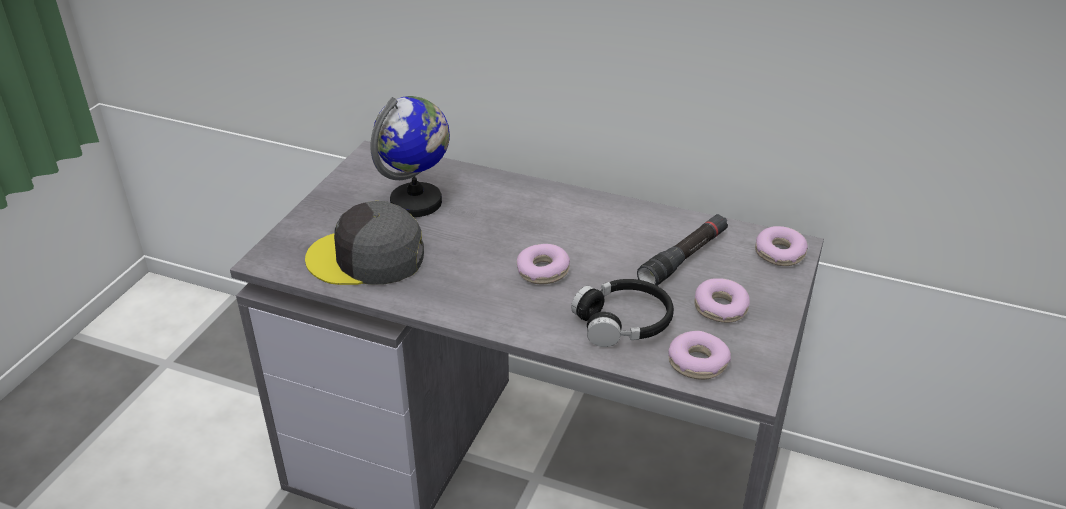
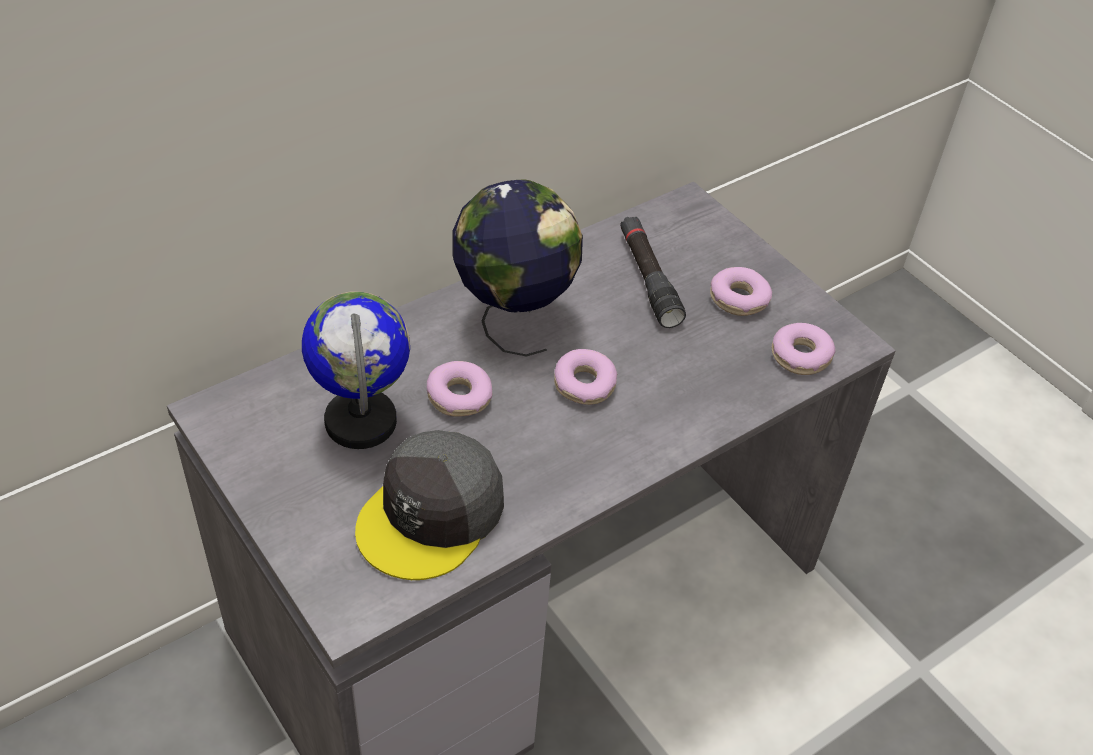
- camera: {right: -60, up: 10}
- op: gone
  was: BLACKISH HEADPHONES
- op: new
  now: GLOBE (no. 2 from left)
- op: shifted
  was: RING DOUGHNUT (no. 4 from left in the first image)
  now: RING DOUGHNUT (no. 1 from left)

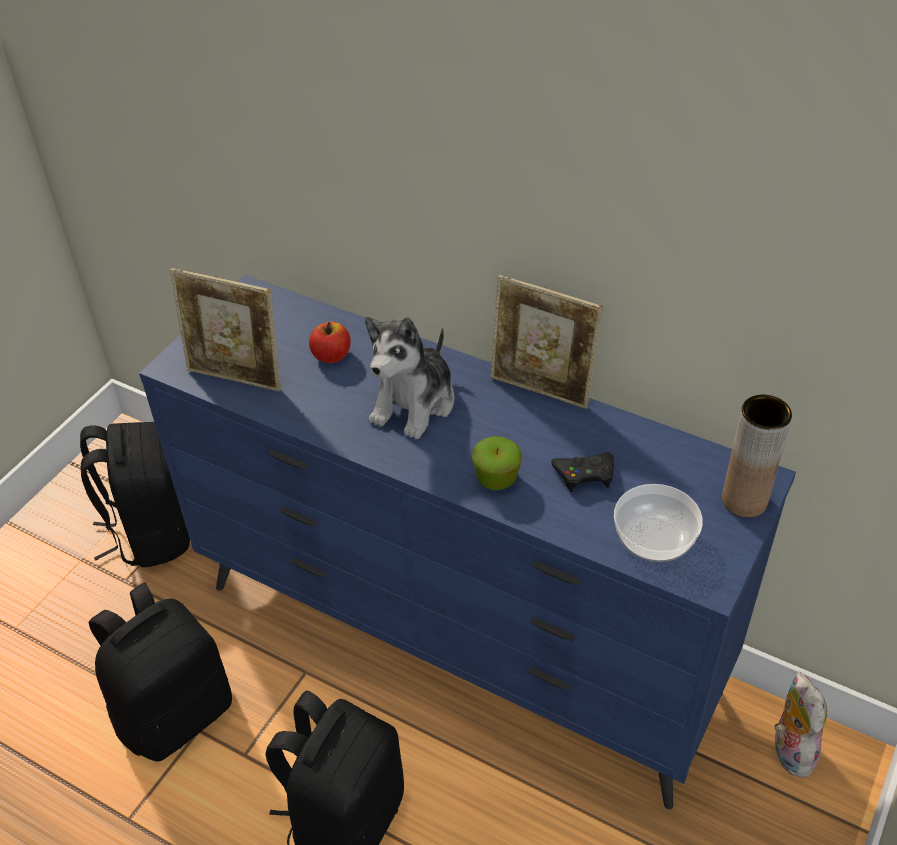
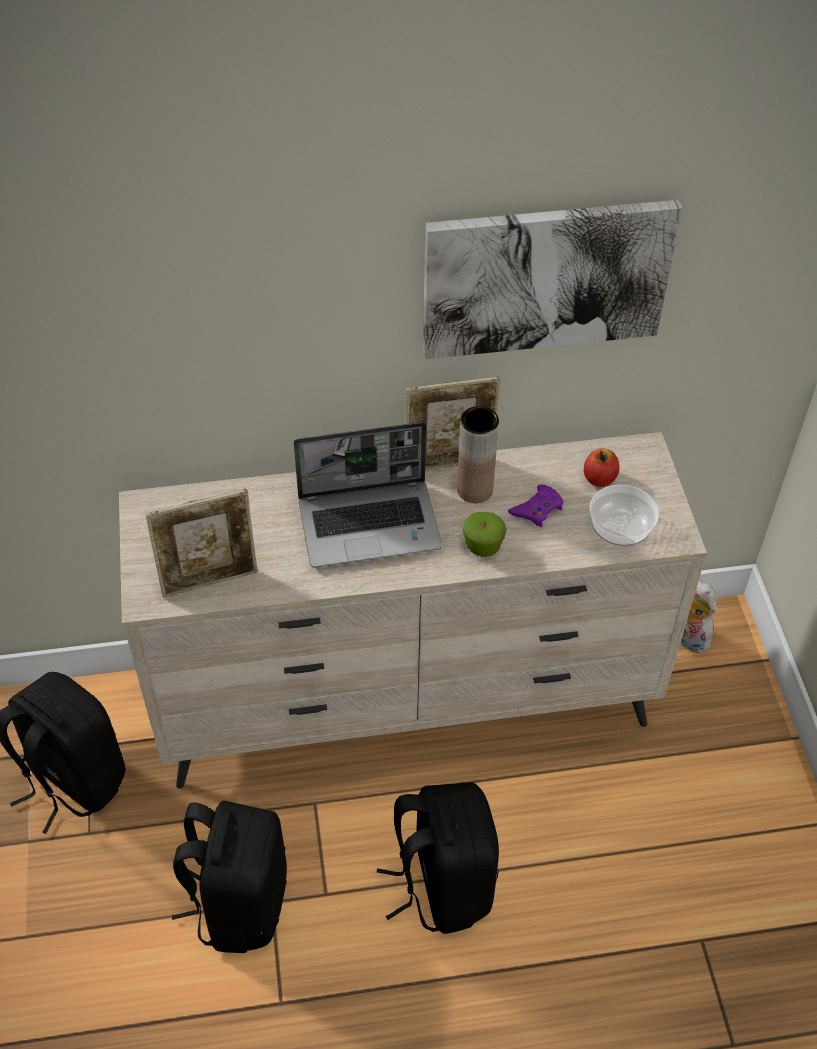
- camera: {right: -40, up: 5}
- op: new
  now: WALL ART
- op: shifted
  was: APPLE FRUIT (no. 1 from left in the first image)
  now: APPLE FRUIT (no. 2 from left)
- op: shifted
  was: BROWN-COLOURED VASE
- op: swapped
  was: PLUSH TOY (no. 1 from left)
  now: NOTEBOOK COMPUTER
- op: repainted
  was: BLUISH DRESSER
  now: BEIGE-COLOURED DRESSER
- op: repainted
  was: BLACKISH GAMEPAD
  now: PURPLISH GAMEPAD

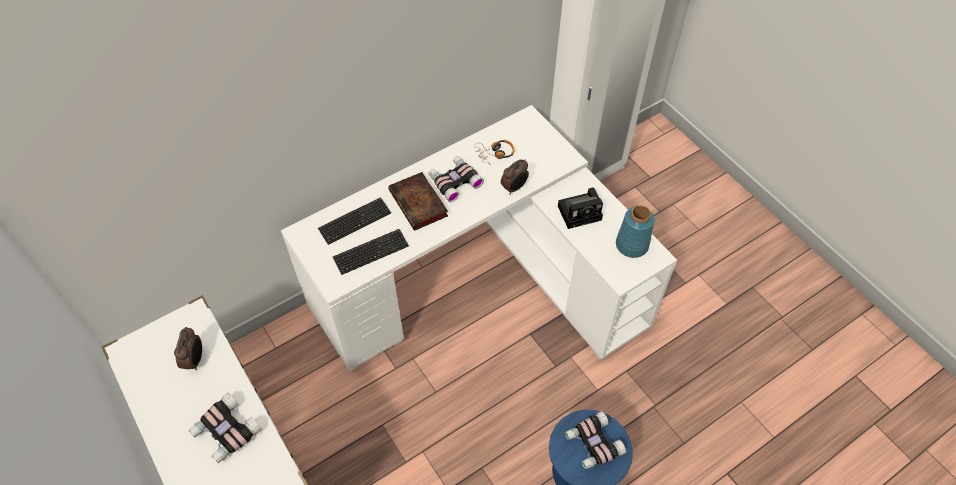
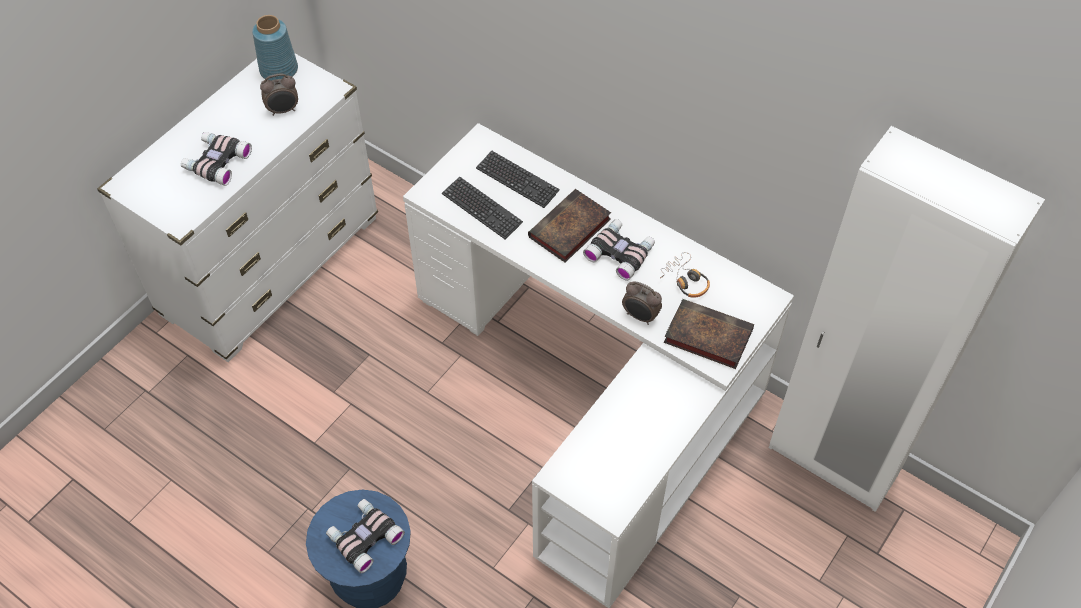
- camera: {right: 70, up: 0}
- op: gone
  was: STILL CAMERA
- op: new
  now: BOUND BOOK (no. 2 from left)
- op: shifted
  was: BLUISH VASE

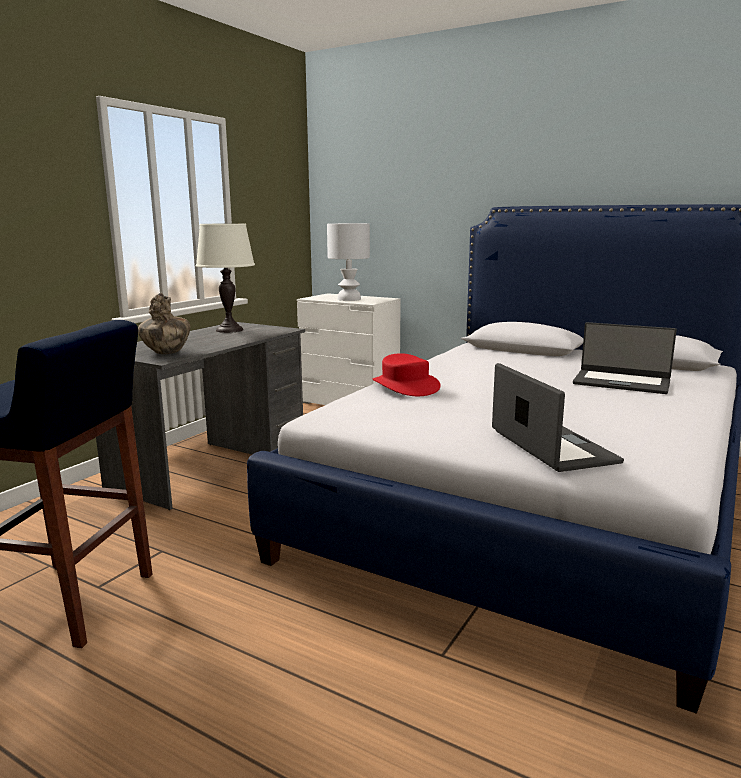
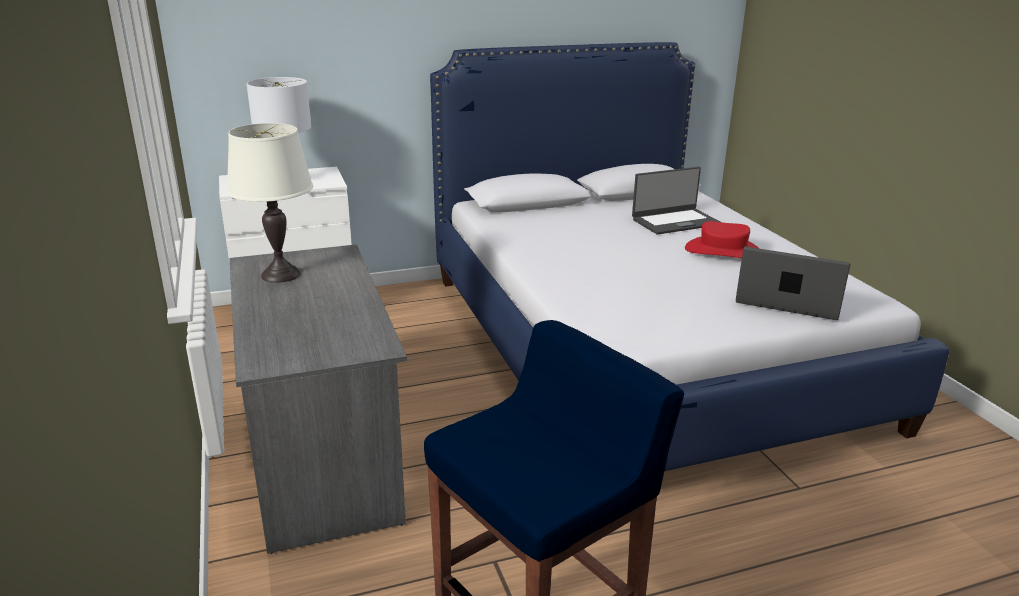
- camera: {right: -50, up: 10}
- op: gone
  was: VASE
- op: shifted
  was: RED-COLOURED HAT

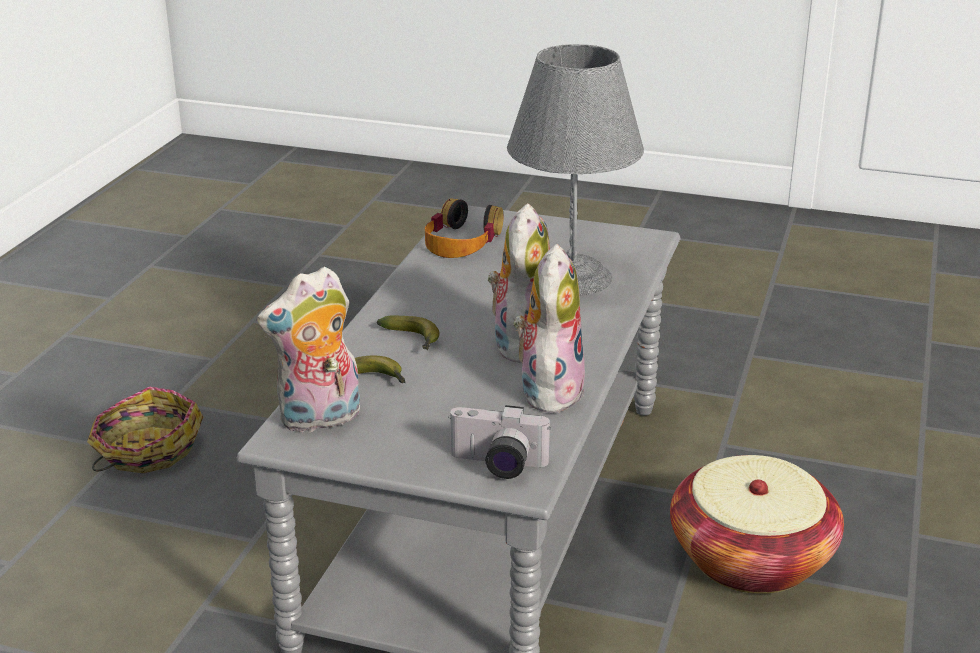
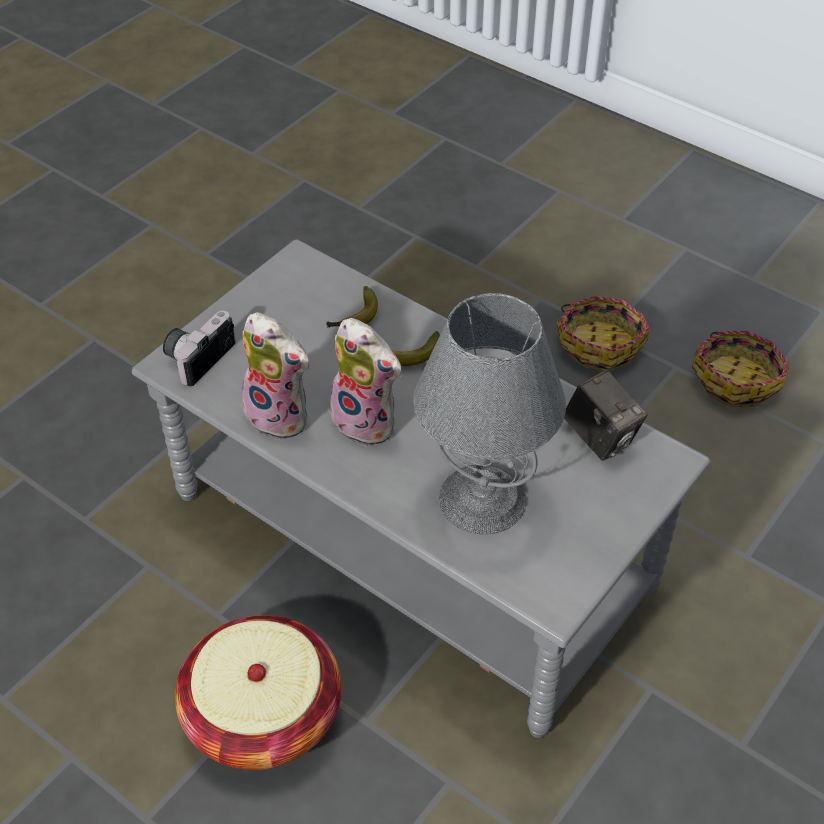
- camera: {right: 110, up: 20}
- op: gone
  was: PLUSH TOY (no. 1 from left)
- op: new
  now: STORAGE BASKET (no. 3 from left)
- op: swapped
  was: HEADPHONES
  now: STILL CAMERA (no. 2 from left)

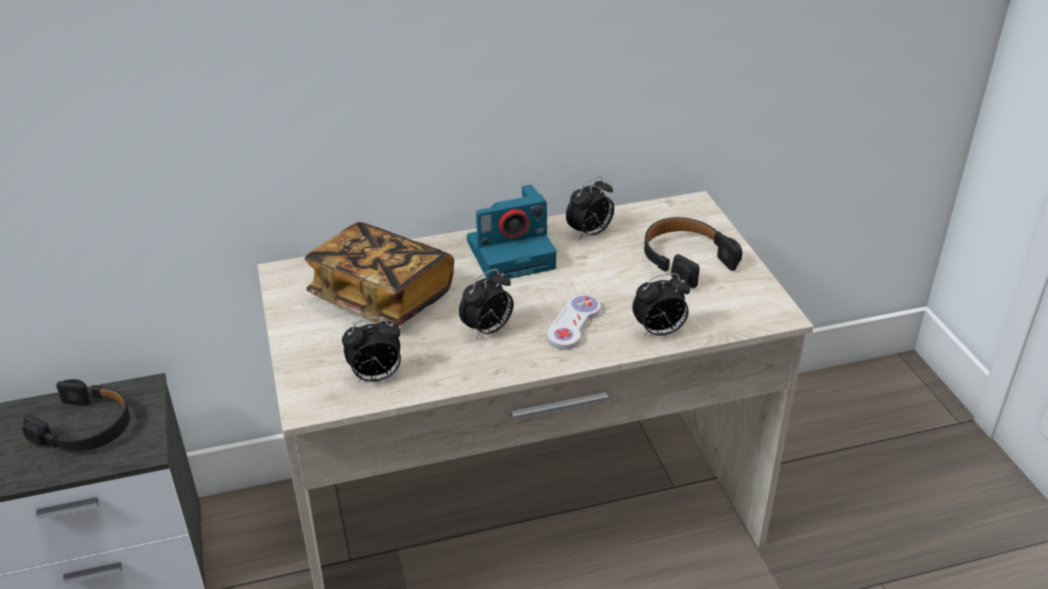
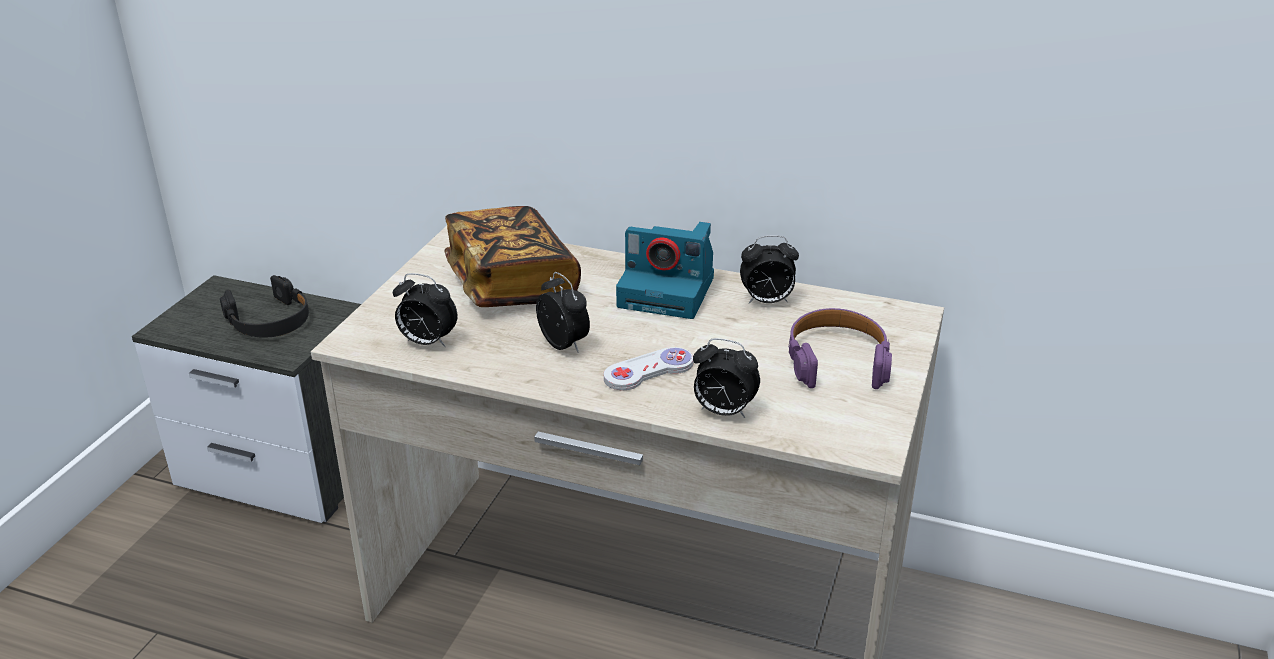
- camera: {right: 35, up: -5}
- op: repainted
  was: BLACKISH HEADPHONES (no. 2 from left)
  now: PURPLISH HEADPHONES
- op: rotated
  was: TABLE CLOCK (no. 2 from left)
  clockwise: -120

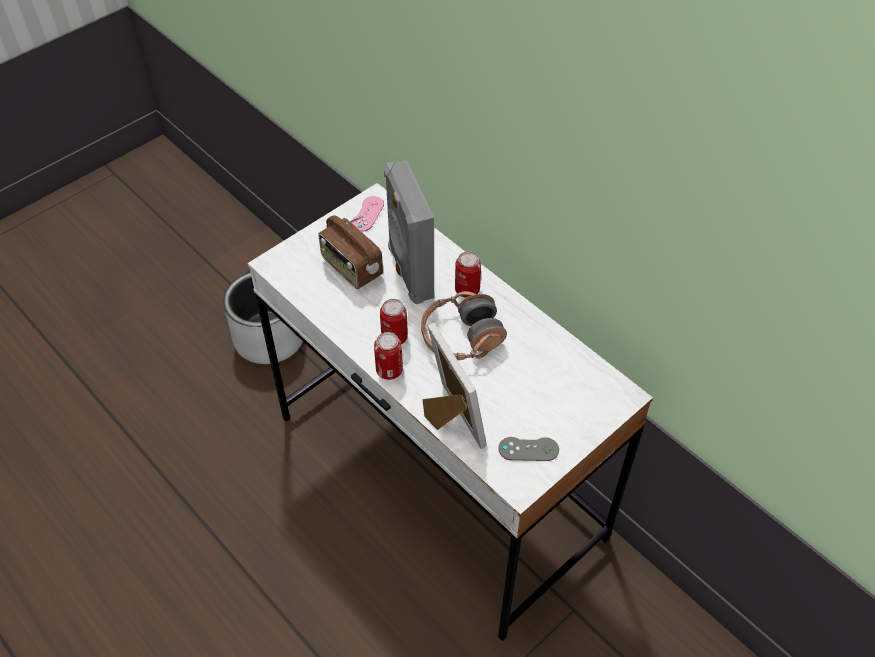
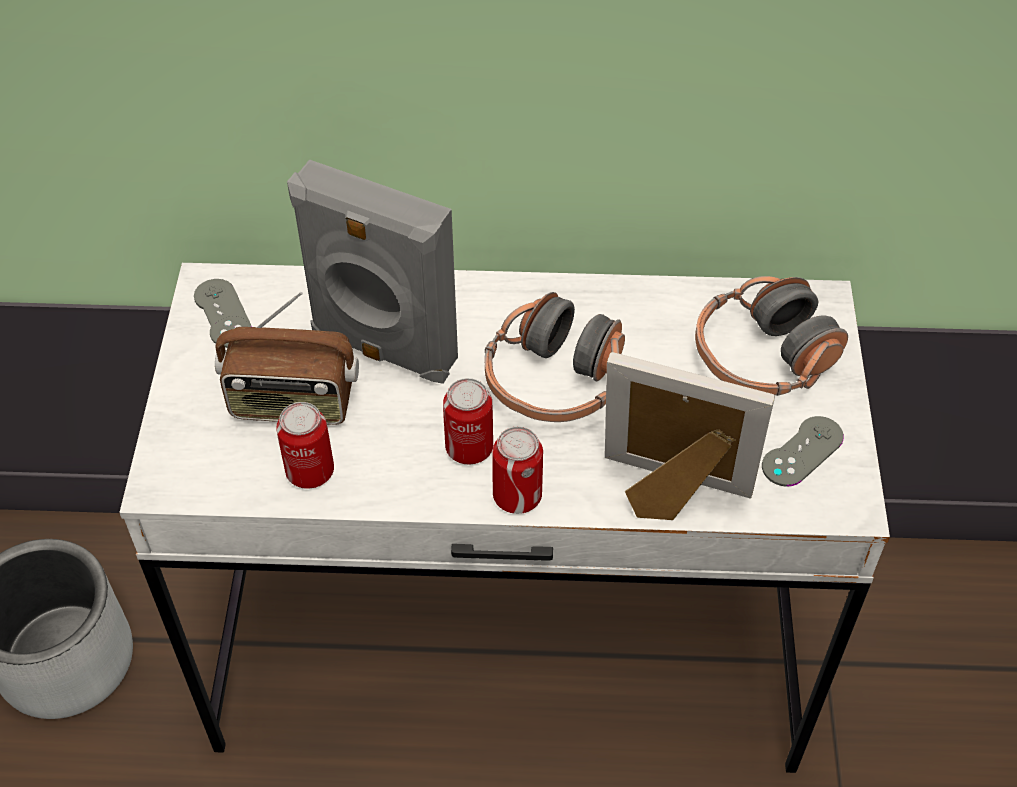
- camera: {right: -45, up: 0}
- op: new
  now: HEADPHONES (no. 2 from left)
- op: shifted
  was: CAN (no. 3 from left in the first image)
  now: CAN (no. 1 from left)
- op: repainted
  was: PINK GAMEPAD
  now: GRAY GAMEPAD (no. 1 from left)

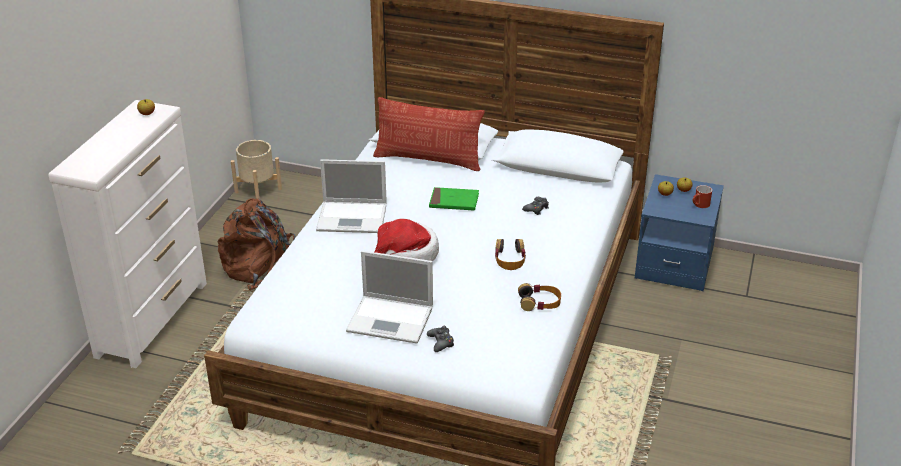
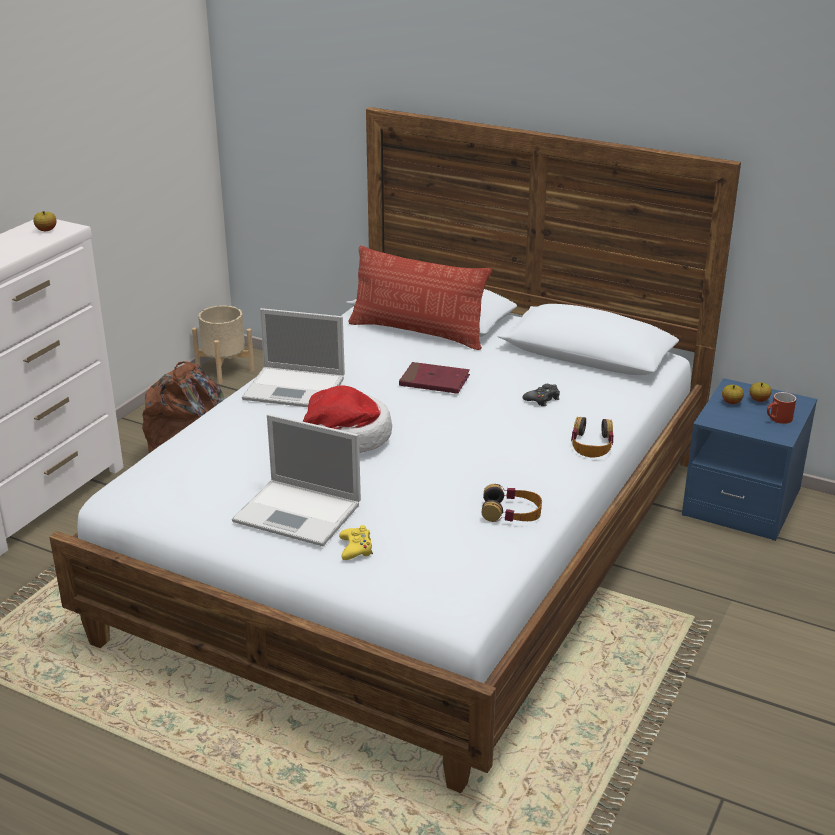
- camera: {right: 10, up: -5}
- op: shifted
  was: HEADPHONES (no. 1 from left in the first image)
  now: HEADPHONES (no. 2 from left)
- op: repainted
  was: BLACKISH GAMEPAD (no. 1 from left)
  now: YELLOW-COLOURED GAMEPAD
- op: repainted
  was: GREENISH BOUND BOOK
  now: RED-COLOURED BOUND BOOK

